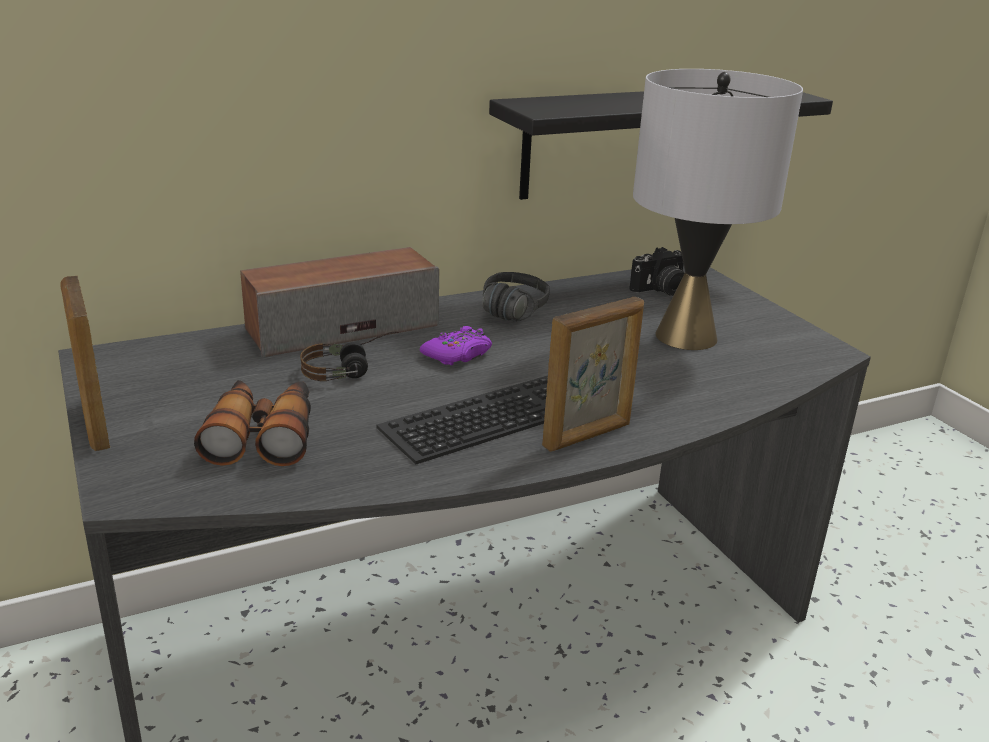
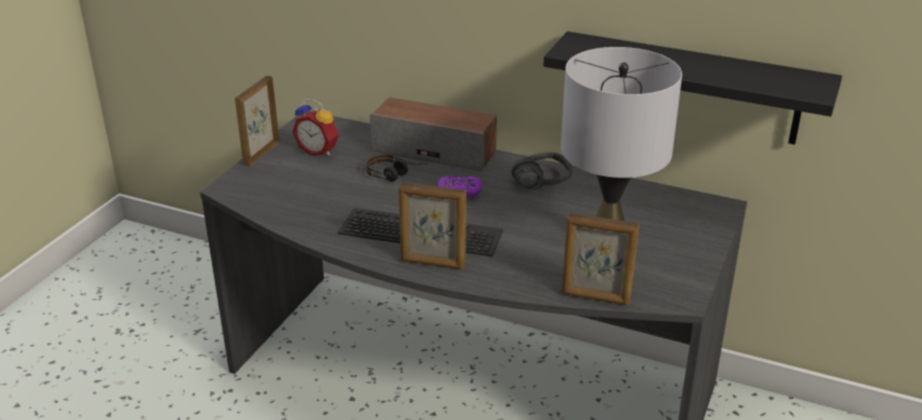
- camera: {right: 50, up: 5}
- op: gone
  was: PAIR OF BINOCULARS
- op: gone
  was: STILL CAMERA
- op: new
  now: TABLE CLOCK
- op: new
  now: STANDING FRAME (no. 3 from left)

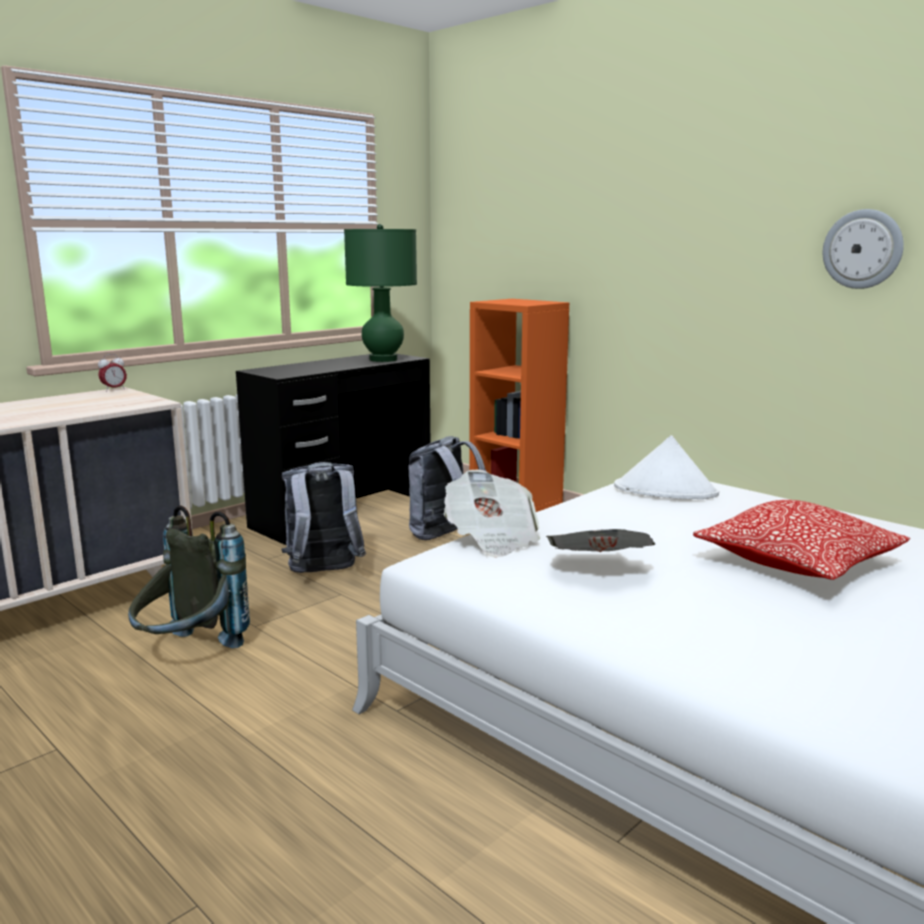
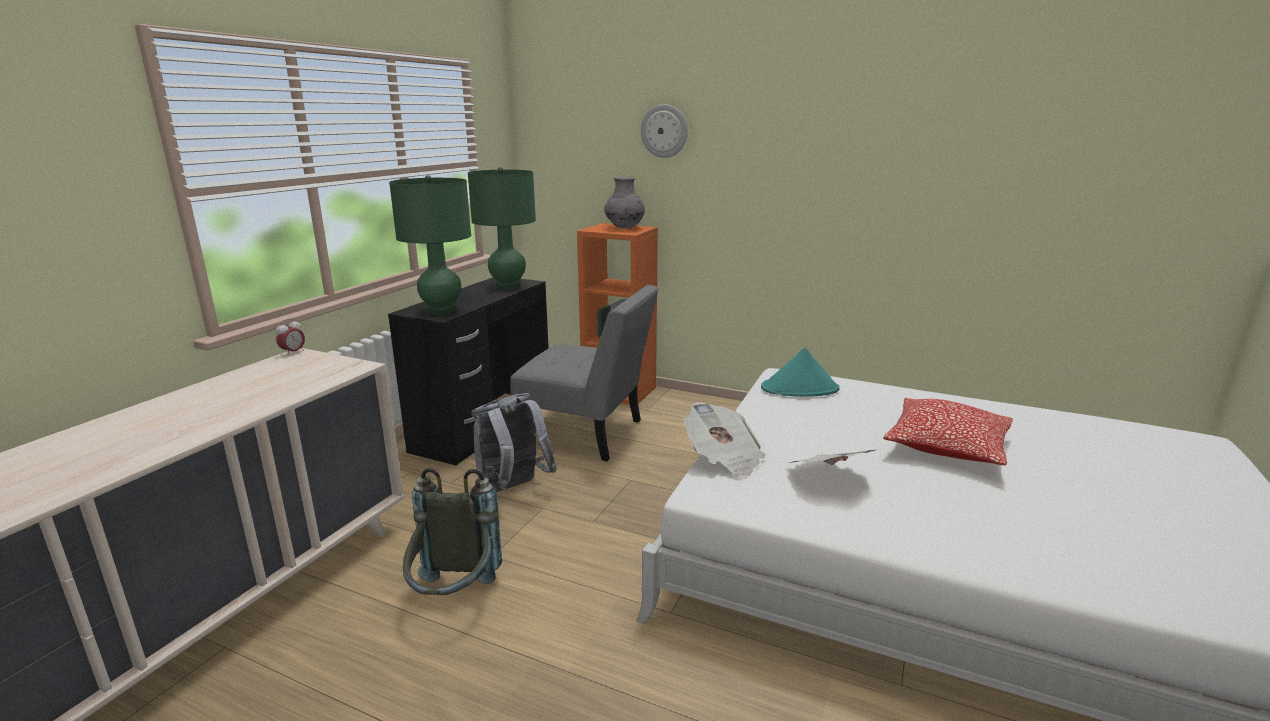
- camera: {right: -20, up: 5}
- op: new
  now: GREENISH LAMP FOR A TABLE (no. 1 from left)
- op: new
  now: GRAY VASE
- op: shifted
  was: WALL CLOCK
- op: swapped
  was: GRAY BACKPACK (no. 3 from left)
  now: GRAY UPRIGHT CHAIR
- op: repainted
  was: WHITE-COLOURED HAT
  now: BLUE-GREEN HAT

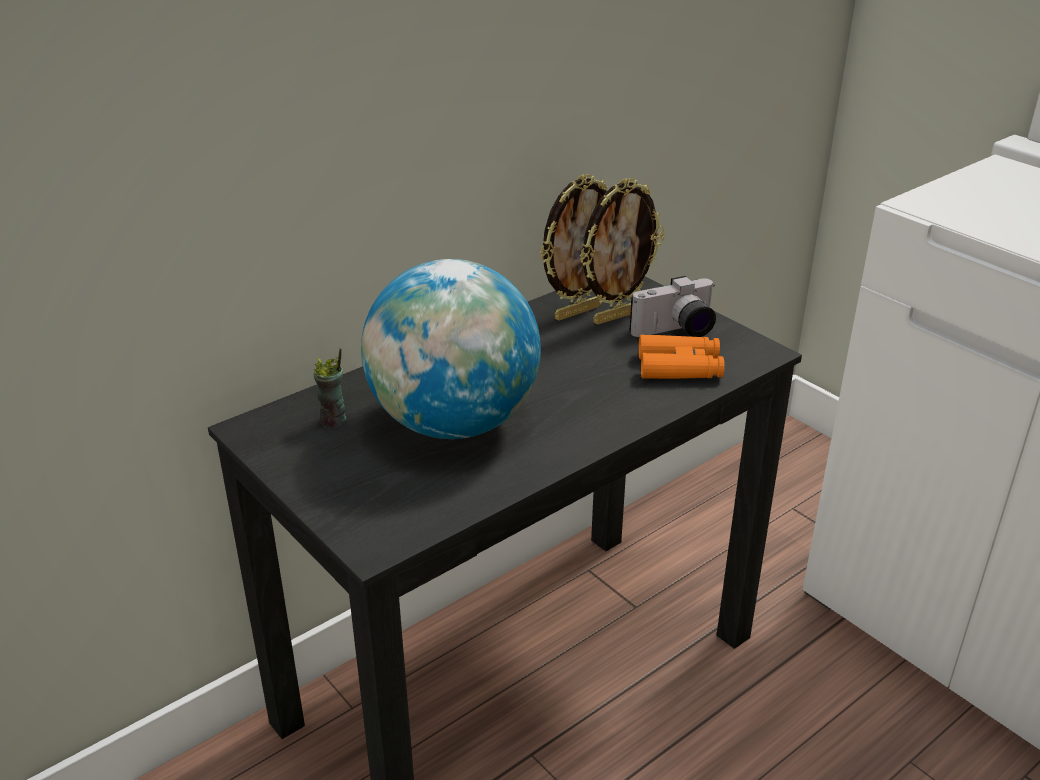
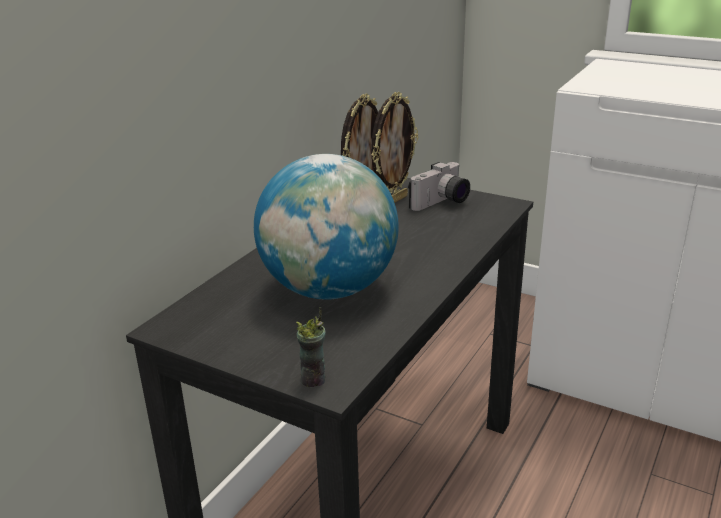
- camera: {right: -20, up: -5}
- op: gone
  was: ORANGE-COLOURED PAIR OF BINOCULARS
- op: shifted
  was: DRINKING CUP

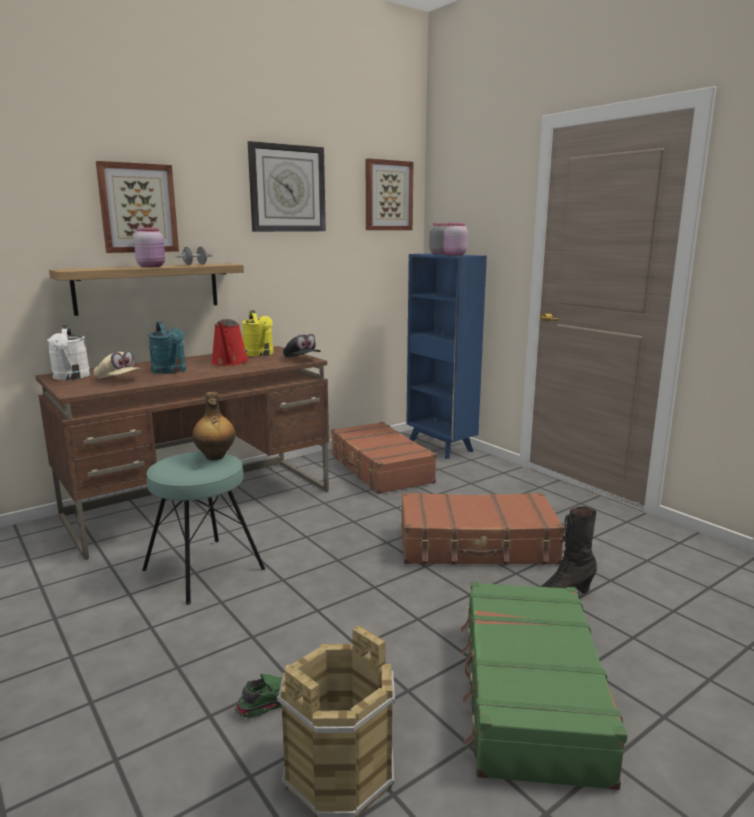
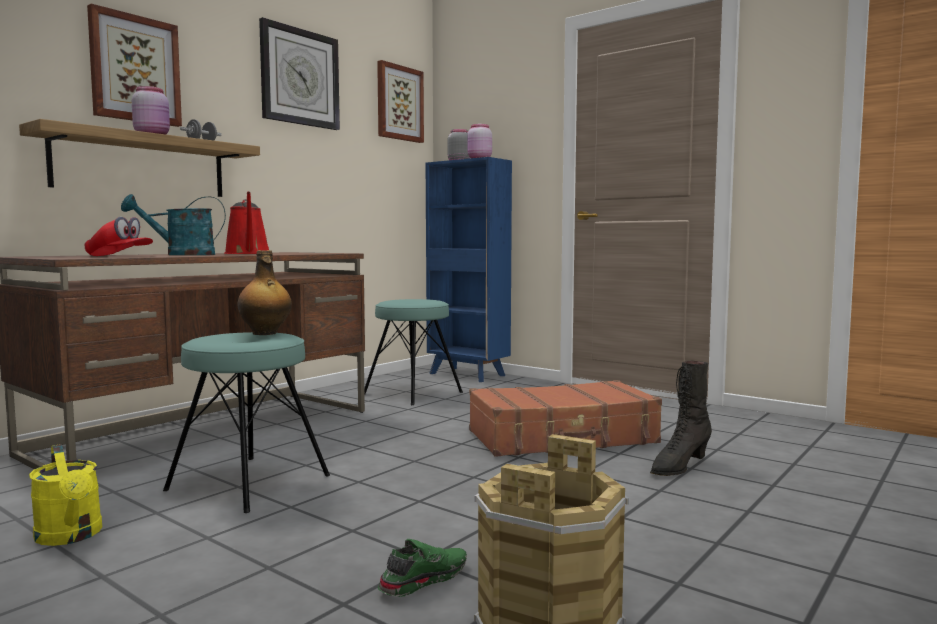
- camera: {right: -15, up: -10}
- op: gone
  was: WHITE-COLOURED WATERING POT
- op: gone
  was: BLACKISH CAP
- op: gone
  was: GREENISH TRAVEL CASE
- op: shifted
  was: YELLOW-COLOURED WATERING POT
- op: swapped
  was: BROWN-COLOURED TRAVEL CASE (no. 1 from left)
  now: BLUE-GREEN STOOL SEAT (no. 2 from left)
- op: repainted
  was: BEIGE-COLOURED CAP
  now: RED-COLOURED CAP
- op: rotated
  was: BLUE-GREEN WATERING POT
  clockwise: 120

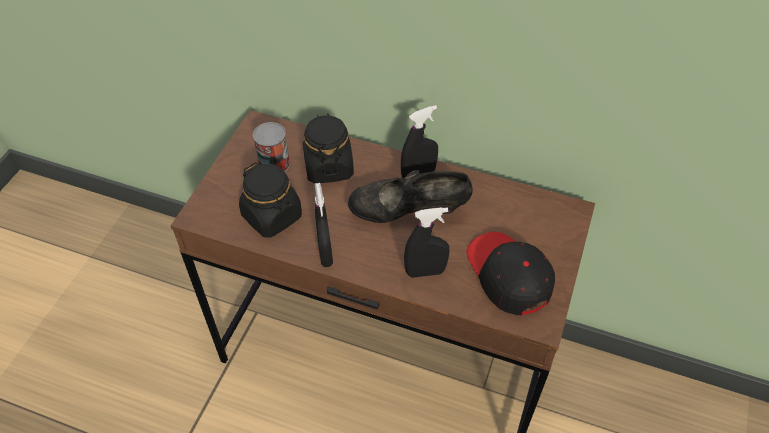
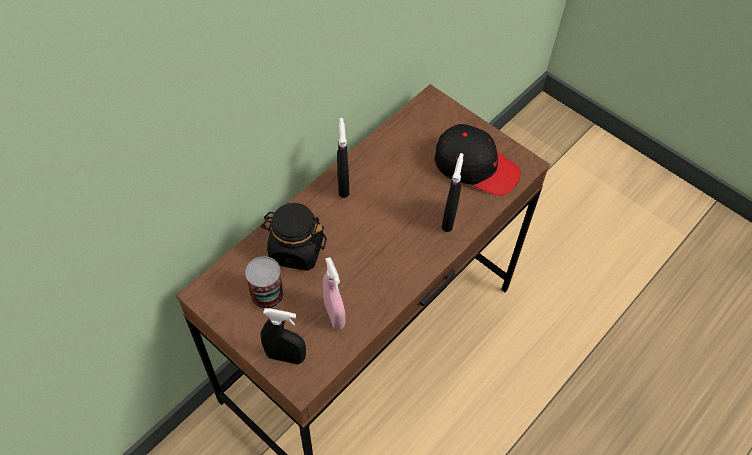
- camera: {right: -70, up: 5}
- op: gone
  was: BLACKISH LOW SHOE
- op: shifted
  was: BLACKISH SPRAYER (no. 1 from left)
- op: swapped
  was: BLACKISH STORAGE JAR (no. 1 from left)
  now: PINK SPRAYER
- op: rotated
  was: BLACKISH CAP
  clockwise: -150

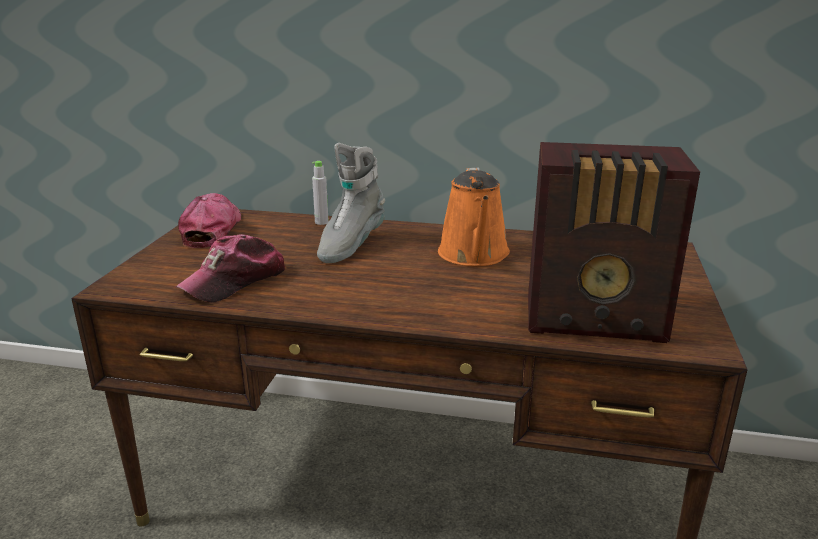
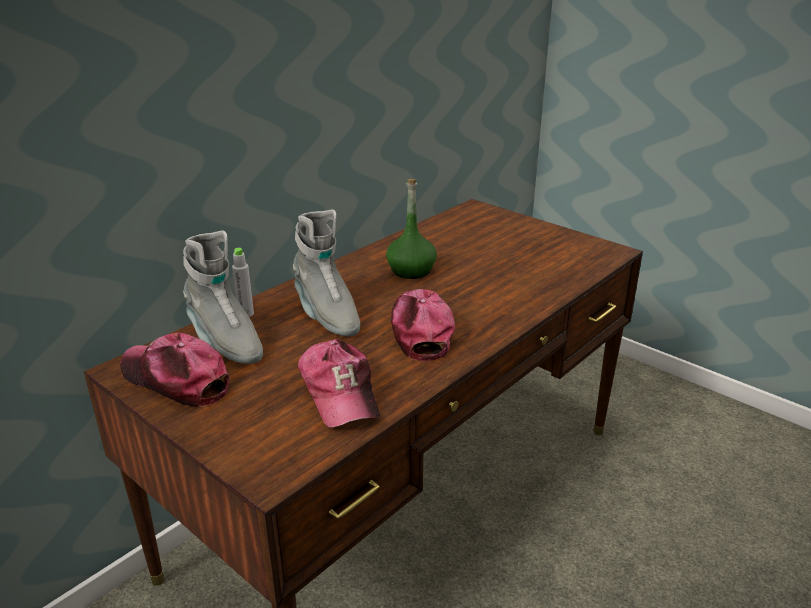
- camera: {right: -60, up: 5}
- op: gone
  was: RADIO
- op: new
  now: GRAY TALL BOOT (no. 1 from left)
- op: new
  now: CAP (no. 3 from left)
- op: swapped
  was: ORANGE-COLOURED WATERING POT
  now: GREENISH DRINK BOTTLE

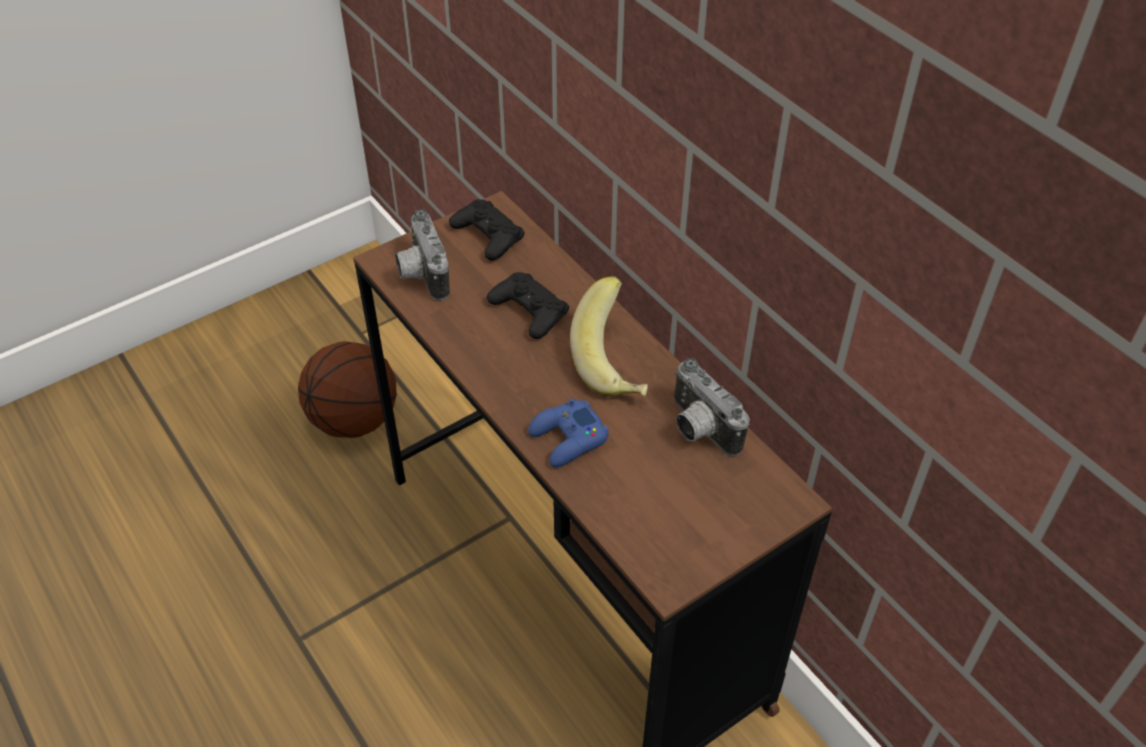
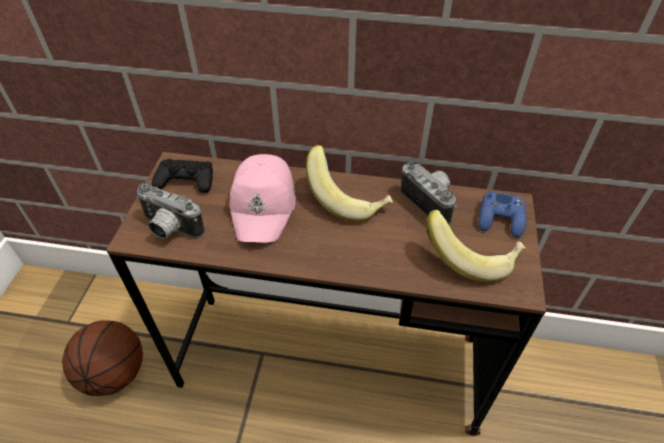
- camera: {right: -45, up: 0}
- op: new
  now: BANANA (no. 2 from left)
- op: shifted
  was: BLUISH GAMEPAD
- op: swapped
  was: BLACKISH GAMEPAD (no. 2 from left)
  now: PINK CAP
- op: rotated
  was: STILL CAMERA (no. 2 from left)
  clockwise: -135

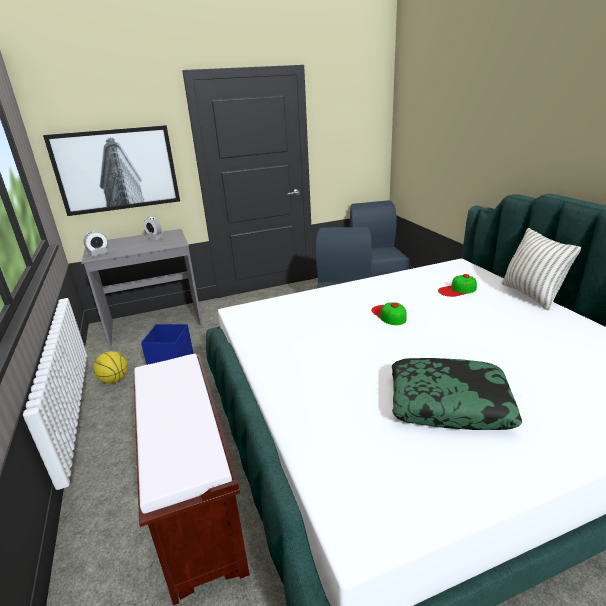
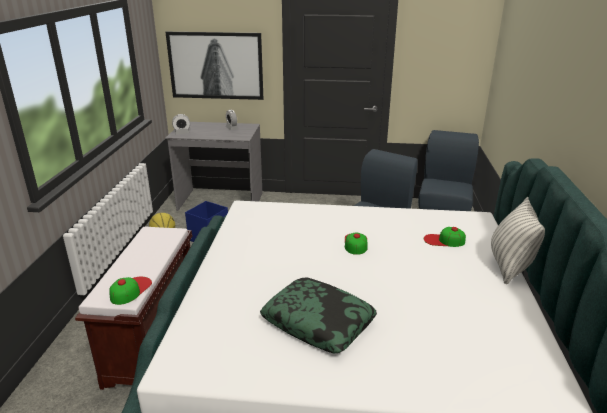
- camera: {right: 25, up: 0}
- op: new
  now: CAP (no. 1 from left)

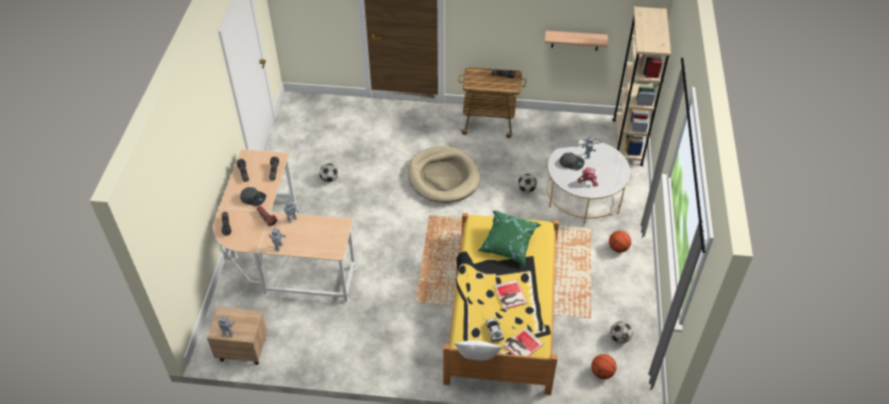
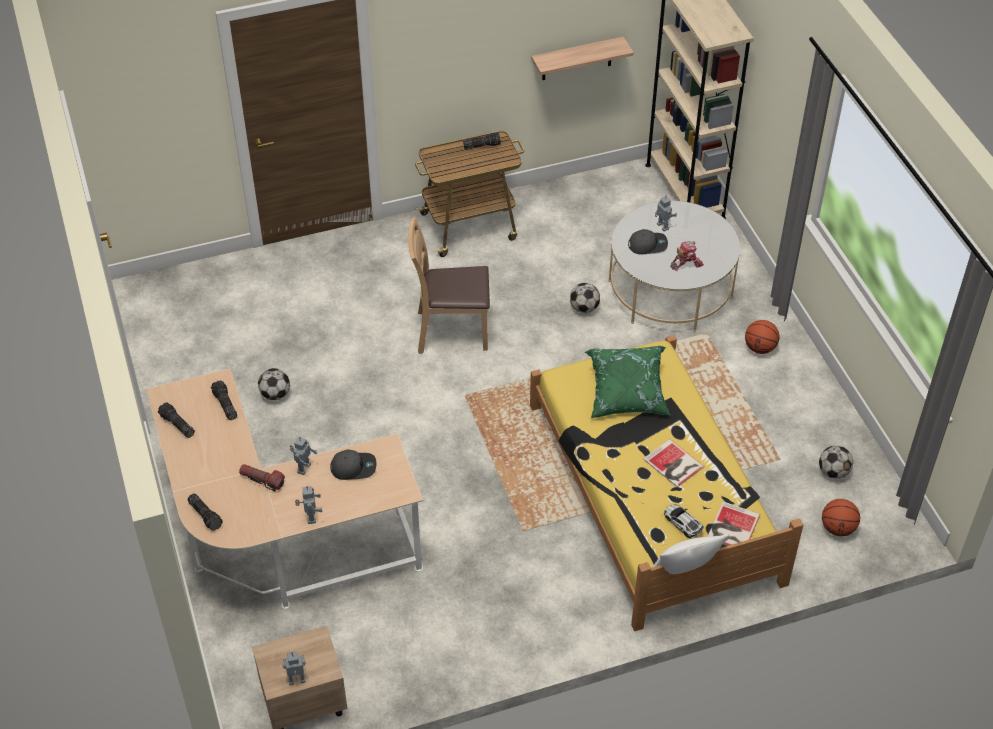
- camera: {right: -25, up: 0}
- op: shifted
  was: GRAY CAP (no. 1 from left)
- op: swapped
  was: BEIGE-COLOURED DOG BED
  now: BROWN-COLOURED UPRIGHT CHAIR

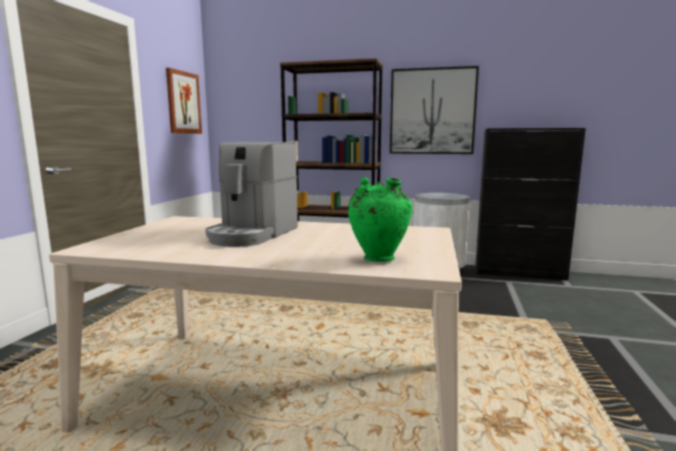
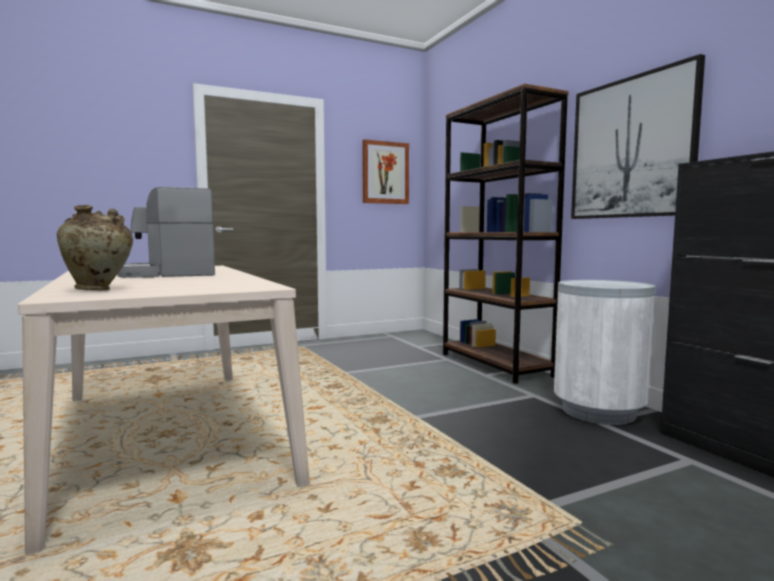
- camera: {right: 50, up: -5}
- op: repainted
  was: GREENISH VASE
  now: BEIGE-COLOURED VASE

